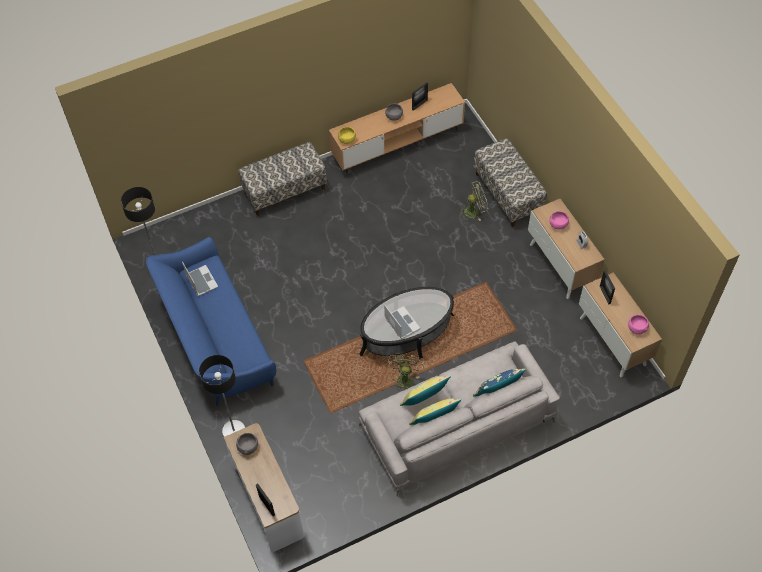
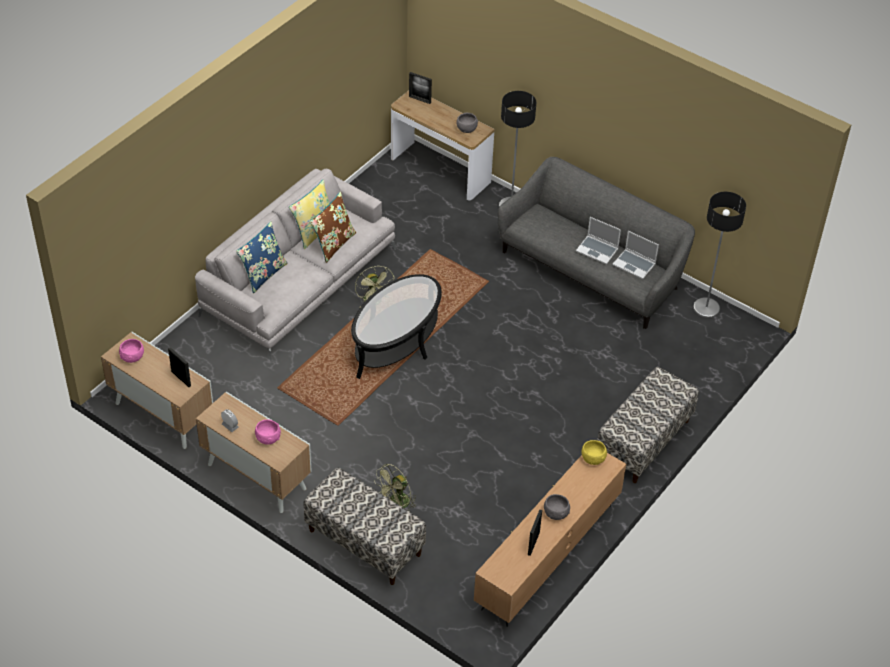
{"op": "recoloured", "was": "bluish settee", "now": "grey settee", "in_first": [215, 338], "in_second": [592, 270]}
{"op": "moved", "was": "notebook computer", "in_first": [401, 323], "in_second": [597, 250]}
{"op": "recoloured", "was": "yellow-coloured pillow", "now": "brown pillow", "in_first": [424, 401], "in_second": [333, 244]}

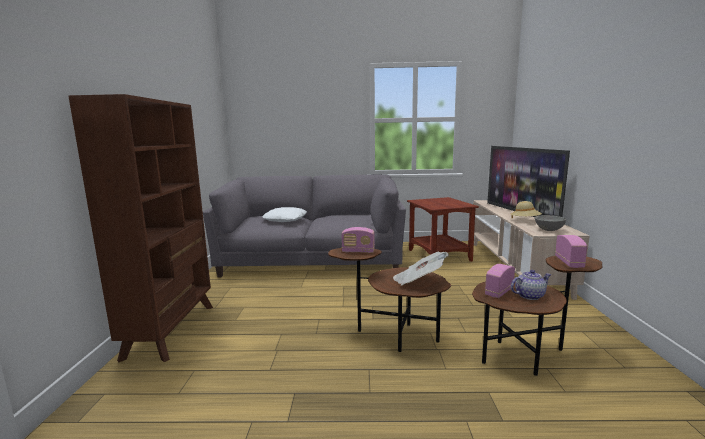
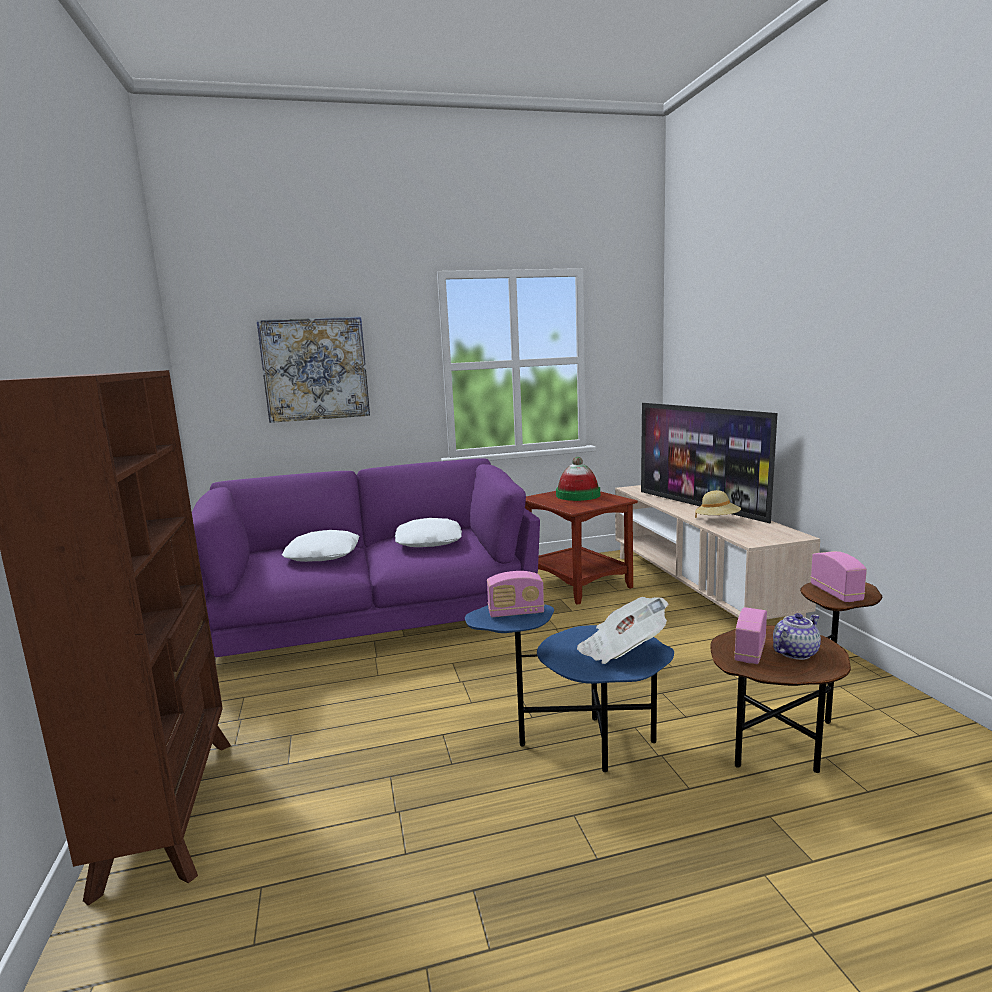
{"op": "recoloured", "was": "grey settee", "now": "purple-coloured settee", "in_first": [312, 261], "in_second": [373, 620]}
{"op": "removed", "was": "grey bowl", "in_first": [548, 230]}
{"op": "recoloured", "was": "brown end table", "now": "bluish end table", "in_first": [392, 336], "in_second": [580, 744]}
{"op": "added", "now": "picture", "in_second": [315, 369]}
{"op": "added", "now": "wearable hat", "in_second": [578, 495]}
{"op": "added", "now": "whitish pillow", "in_second": [429, 541]}

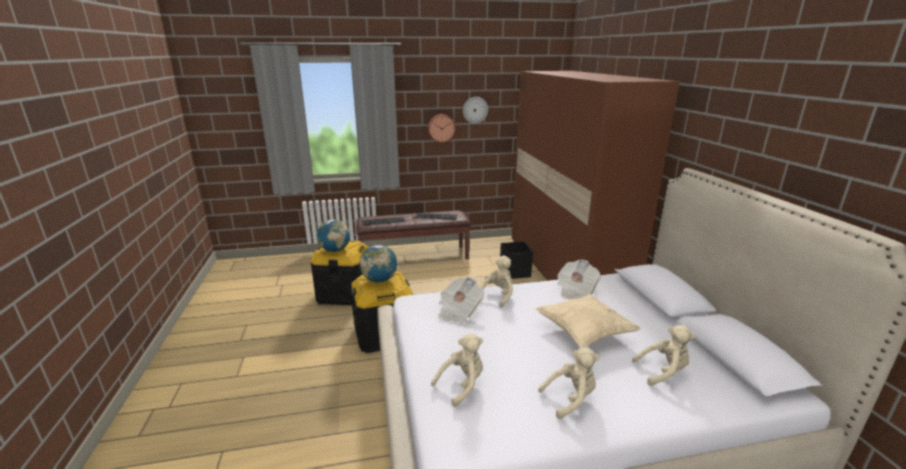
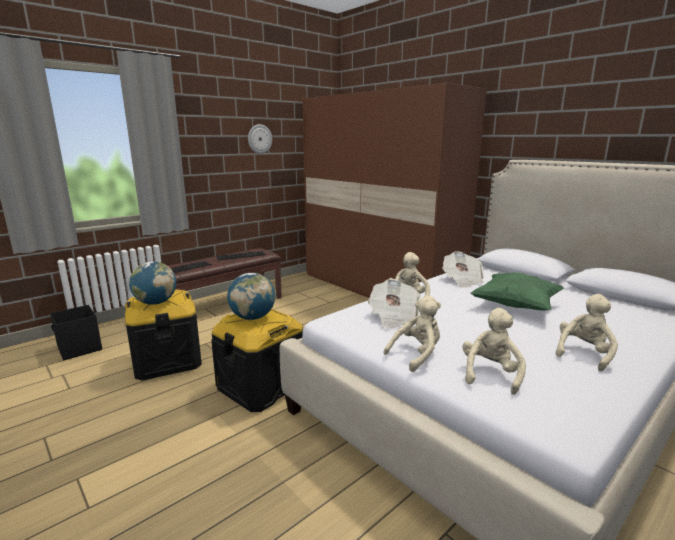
{"op": "removed", "was": "clock on the wall", "in_first": [441, 128]}
{"op": "moved", "was": "blackish storage bin", "in_first": [514, 272], "in_second": [79, 348]}
{"op": "recoloured", "was": "sand-coloured pillow", "now": "green pillow", "in_first": [584, 333], "in_second": [515, 306]}
{"op": "moved", "was": "sand-coloured plush toy", "in_first": [663, 372], "in_second": [416, 355]}

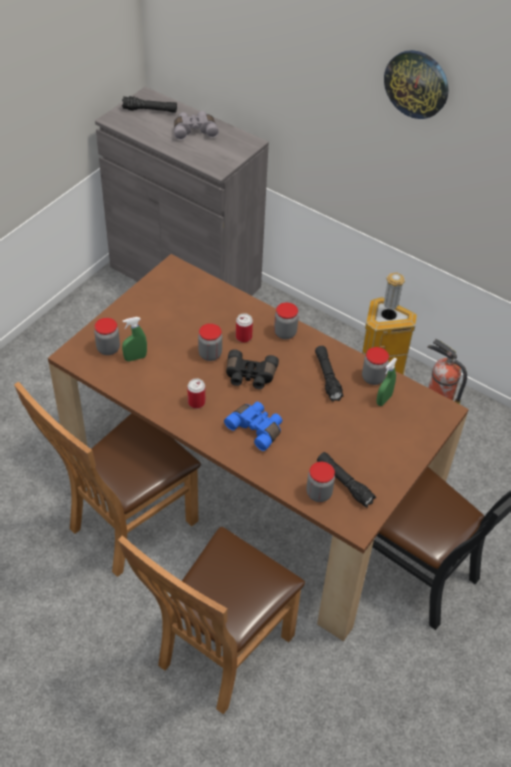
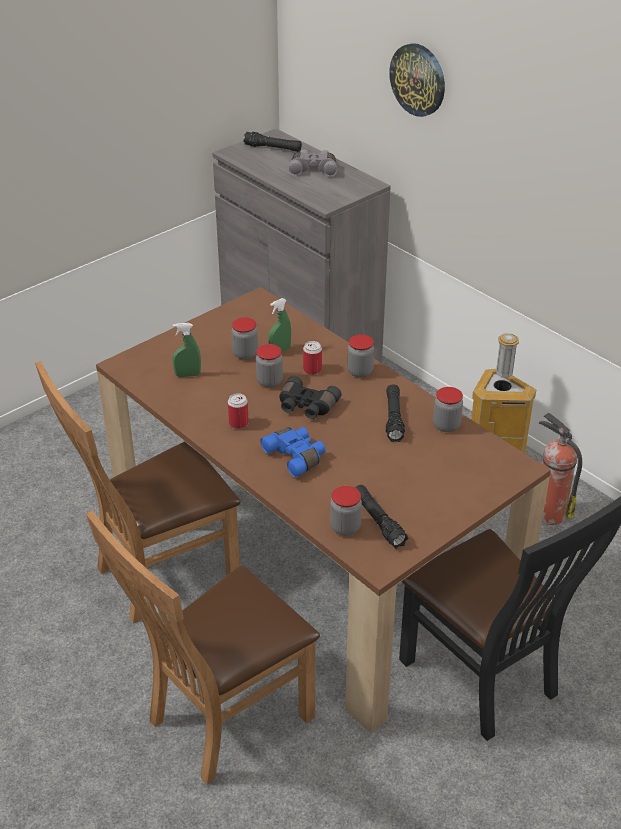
{"op": "moved", "was": "clock on the wall", "in_first": [416, 84], "in_second": [418, 79]}
{"op": "moved", "was": "jar", "in_first": [108, 349], "in_second": [245, 354]}
{"op": "moved", "was": "green sprayer", "in_first": [384, 399], "in_second": [280, 351]}

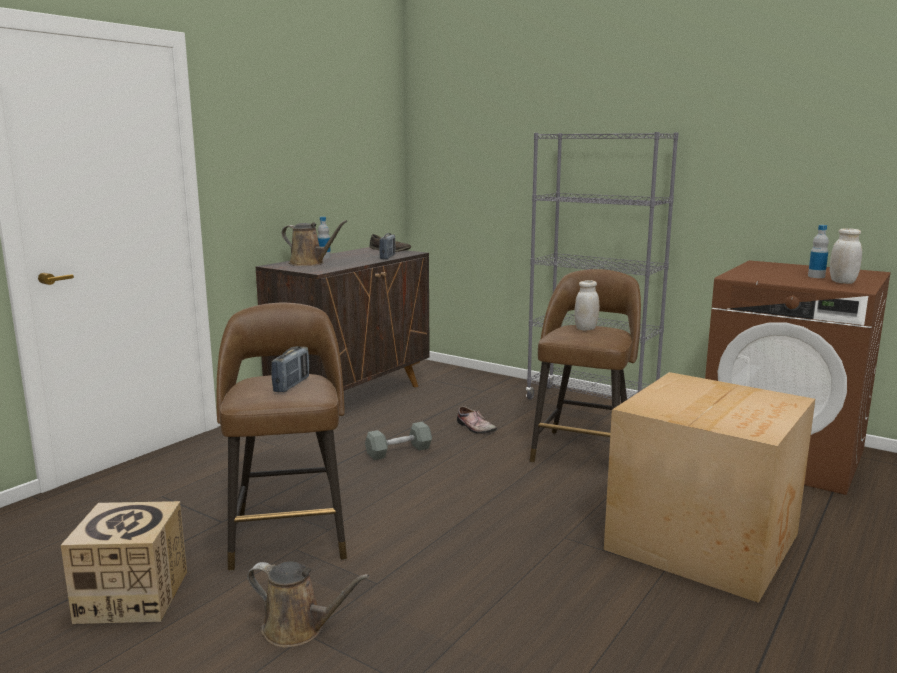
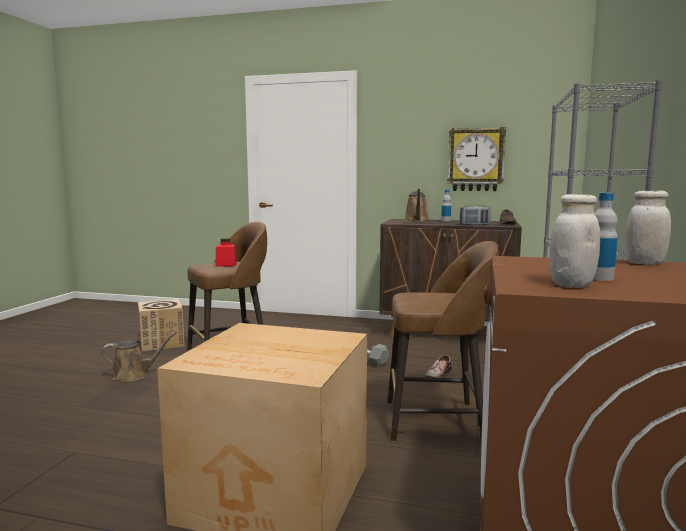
{"op": "moved", "was": "whitish jar", "in_first": [586, 329], "in_second": [644, 263]}
{"op": "replaced", "was": "radio receiver", "now": "red jar", "in_first": [292, 385], "in_second": [226, 265]}
{"op": "turned", "was": "brown watering pot", "in_first": [299, 629], "in_second": [134, 375], "clockwise": -105}
{"op": "added", "now": "clock on the wall", "in_second": [476, 159]}

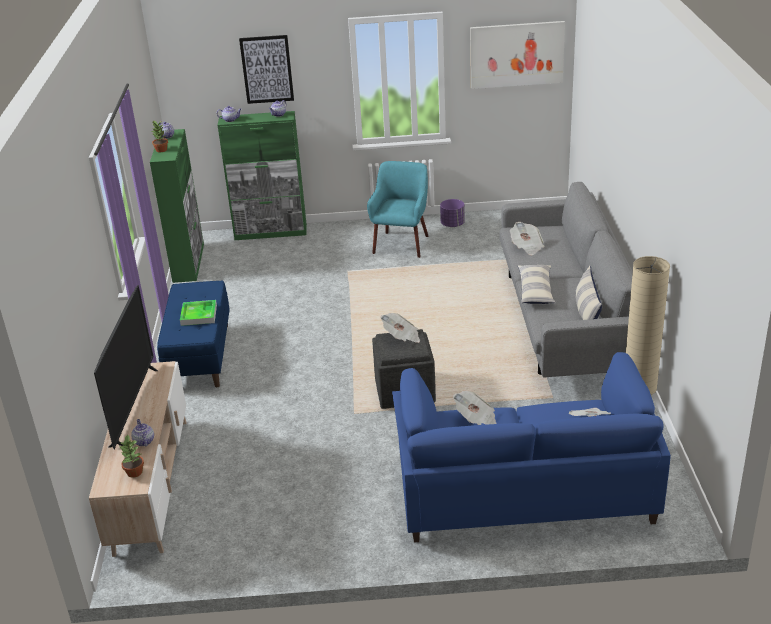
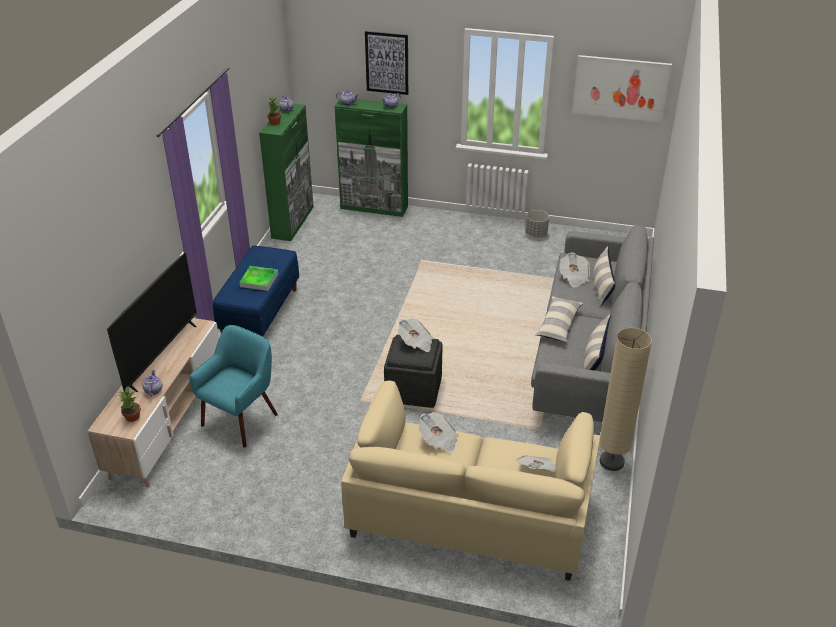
{"op": "moved", "was": "turquoise-coloured lounge chair", "in_first": [402, 244], "in_second": [241, 419]}
{"op": "recoloured", "was": "purple-coloured planter", "now": "grey planter", "in_first": [452, 224], "in_second": [536, 234]}
{"op": "recoloured", "was": "bluish settee", "now": "sand-coloured settee", "in_first": [524, 488], "in_second": [470, 512]}
{"op": "added", "now": "pillow", "in_second": [601, 287]}

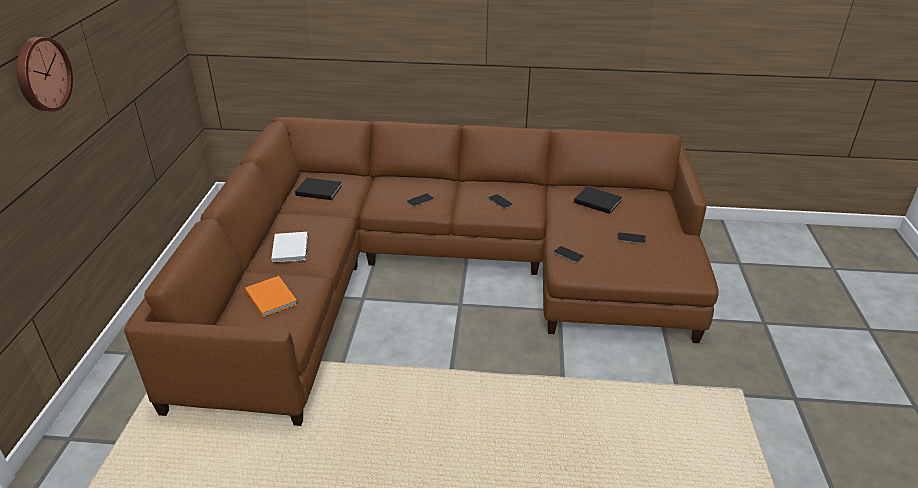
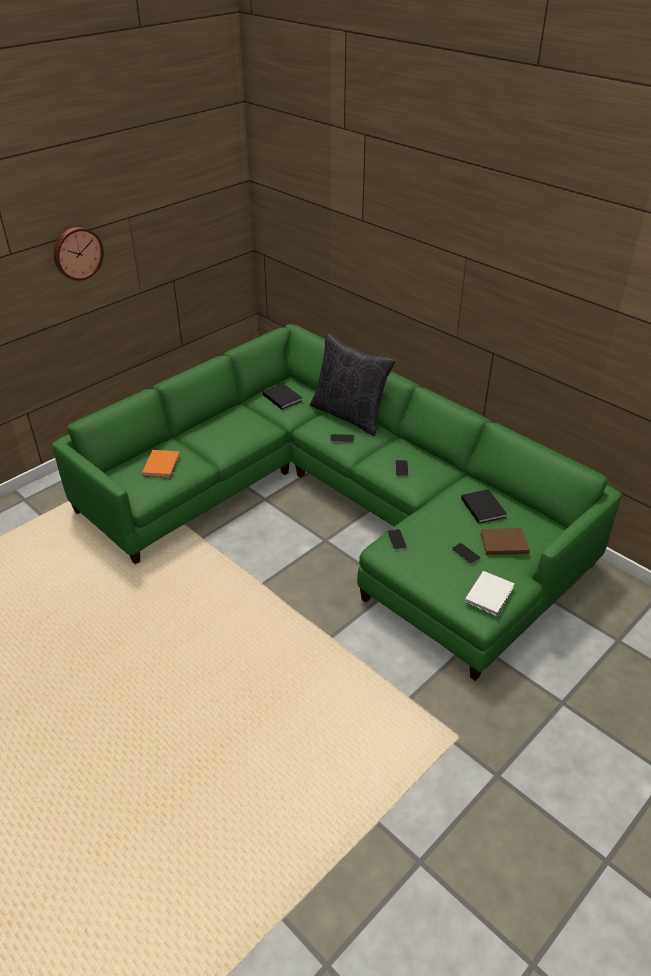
{"op": "recoloured", "was": "brown settee", "now": "green settee", "in_first": [437, 272], "in_second": [338, 506]}
{"op": "moved", "was": "whitish volume", "in_first": [291, 248], "in_second": [490, 594]}
{"op": "added", "now": "blackish pillow", "in_second": [349, 415]}
{"op": "added", "now": "brown volume", "in_second": [502, 542]}

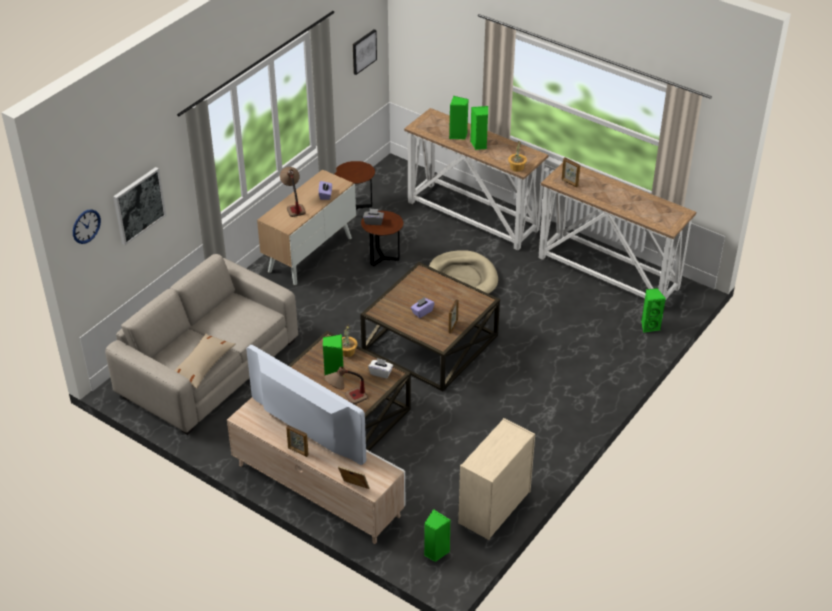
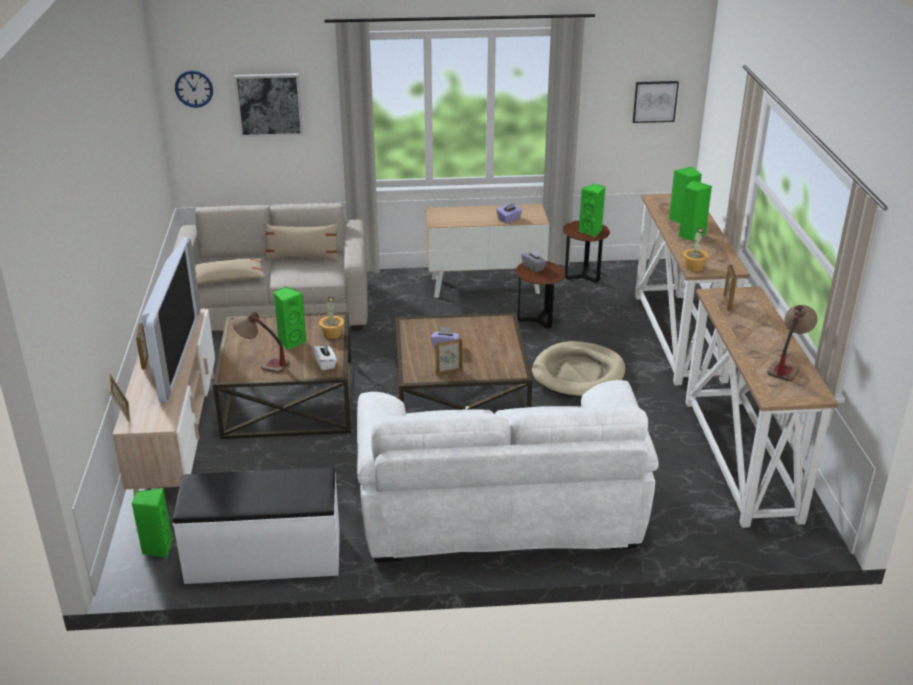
{"op": "moved", "was": "table lamp", "in_first": [293, 205], "in_second": [787, 365]}
{"op": "moved", "was": "green audio speaker", "in_first": [649, 326], "in_second": [591, 231]}
{"op": "replaced", "was": "sand-coloured dresser", "now": "whitish long seat", "in_first": [494, 508], "in_second": [264, 557]}
{"op": "added", "now": "sand-coloured pillow", "in_second": [302, 258]}
{"op": "added", "now": "whitish settee", "in_second": [500, 511]}

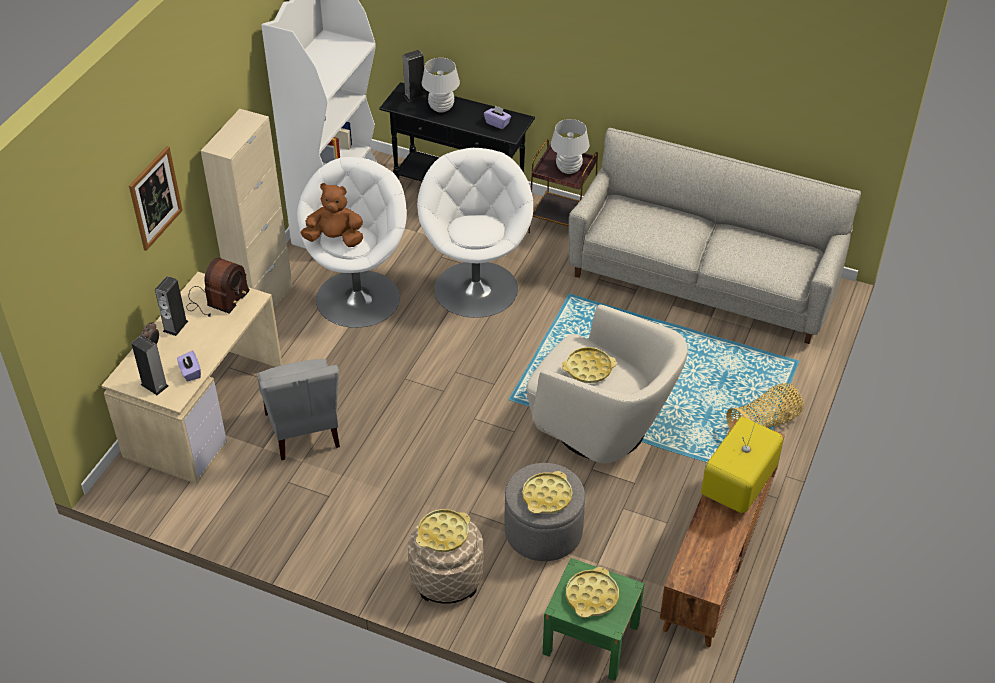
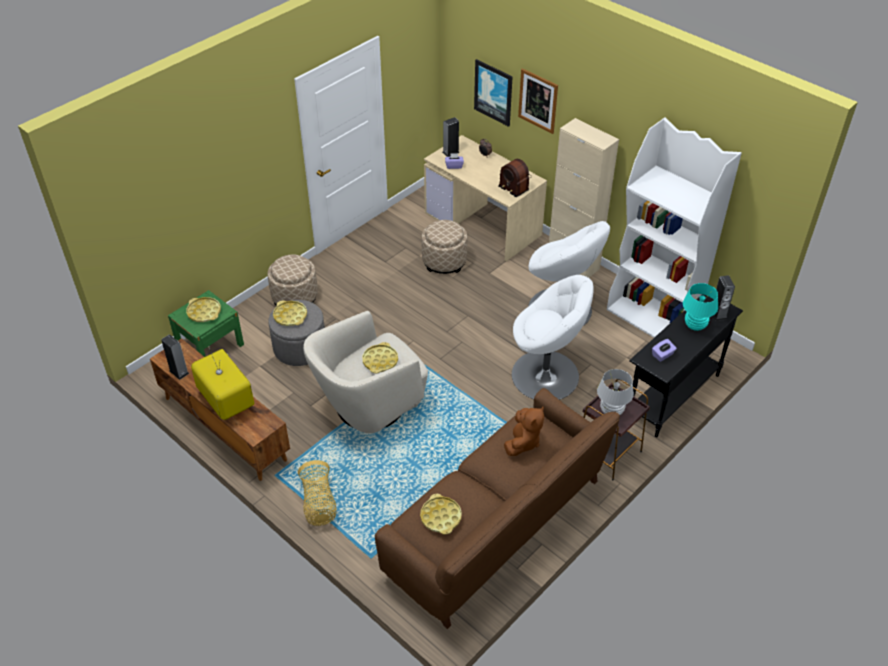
{"op": "recoloured", "was": "whitish table lamp", "now": "turquoise-coloured table lamp", "in_first": [441, 108], "in_second": [695, 326]}
{"op": "recoloured", "was": "grey settee", "now": "brown settee", "in_first": [703, 281], "in_second": [496, 527]}
{"op": "moved", "was": "brown plush toy", "in_first": [335, 239], "in_second": [523, 442]}
{"op": "moved", "was": "audio speaker", "in_first": [175, 326], "in_second": [179, 372]}
{"op": "replaced", "was": "grey chair", "now": "sand-coloured footrest", "in_first": [304, 430], "in_second": [444, 261]}
{"op": "moved", "was": "yellow-coloured carrying tray", "in_first": [443, 534], "in_second": [440, 517]}
{"op": "added", "now": "picture", "in_second": [493, 92]}

